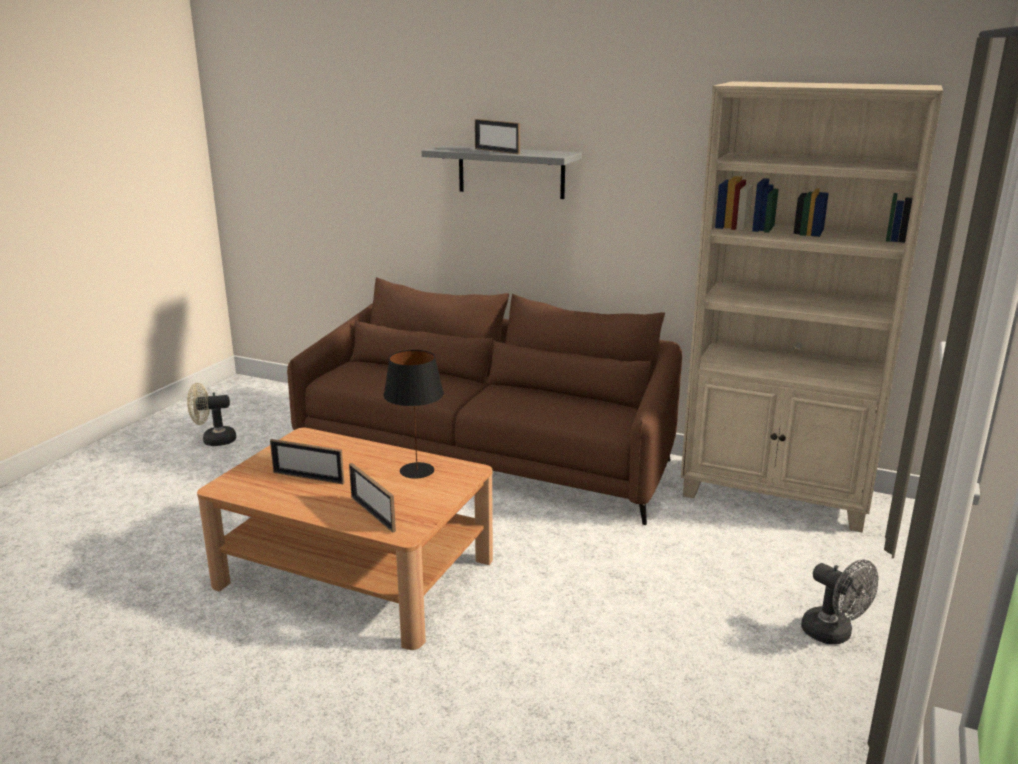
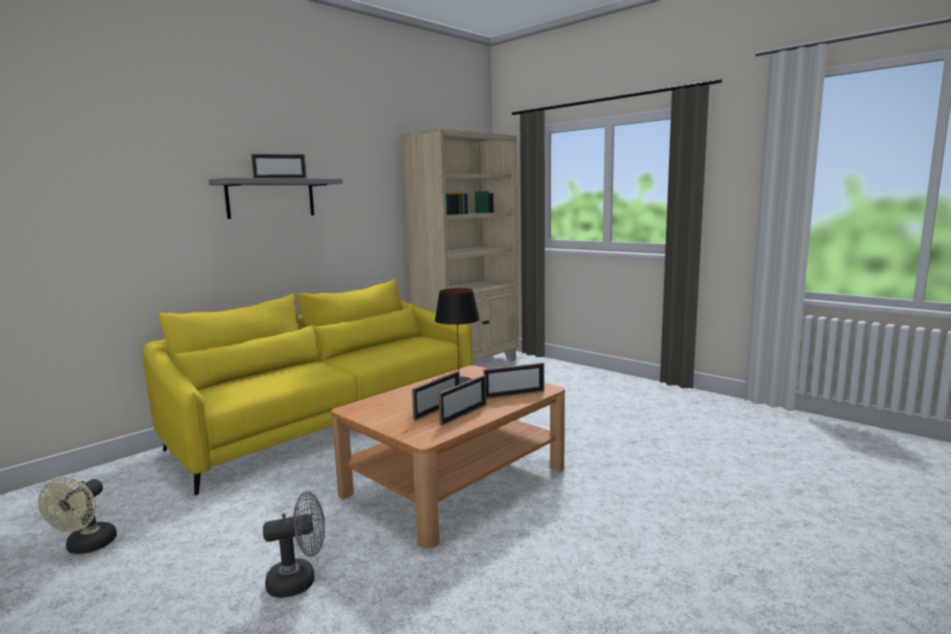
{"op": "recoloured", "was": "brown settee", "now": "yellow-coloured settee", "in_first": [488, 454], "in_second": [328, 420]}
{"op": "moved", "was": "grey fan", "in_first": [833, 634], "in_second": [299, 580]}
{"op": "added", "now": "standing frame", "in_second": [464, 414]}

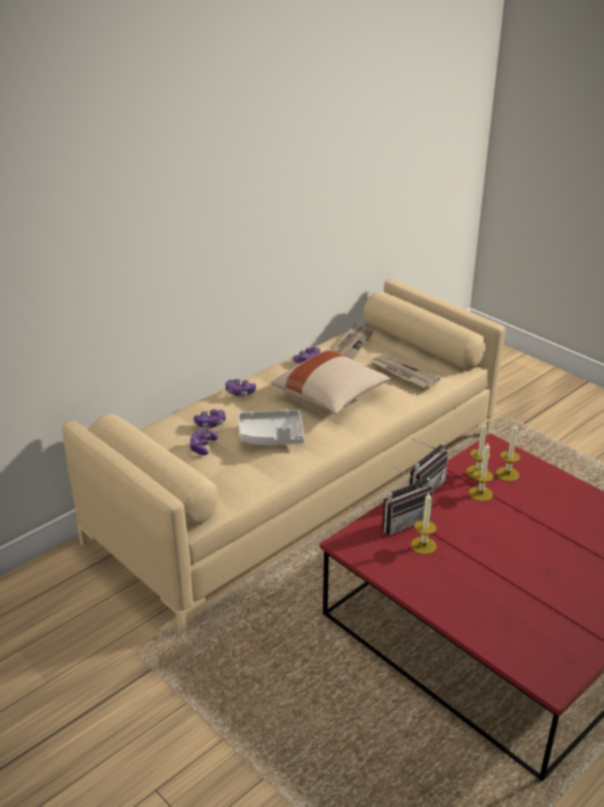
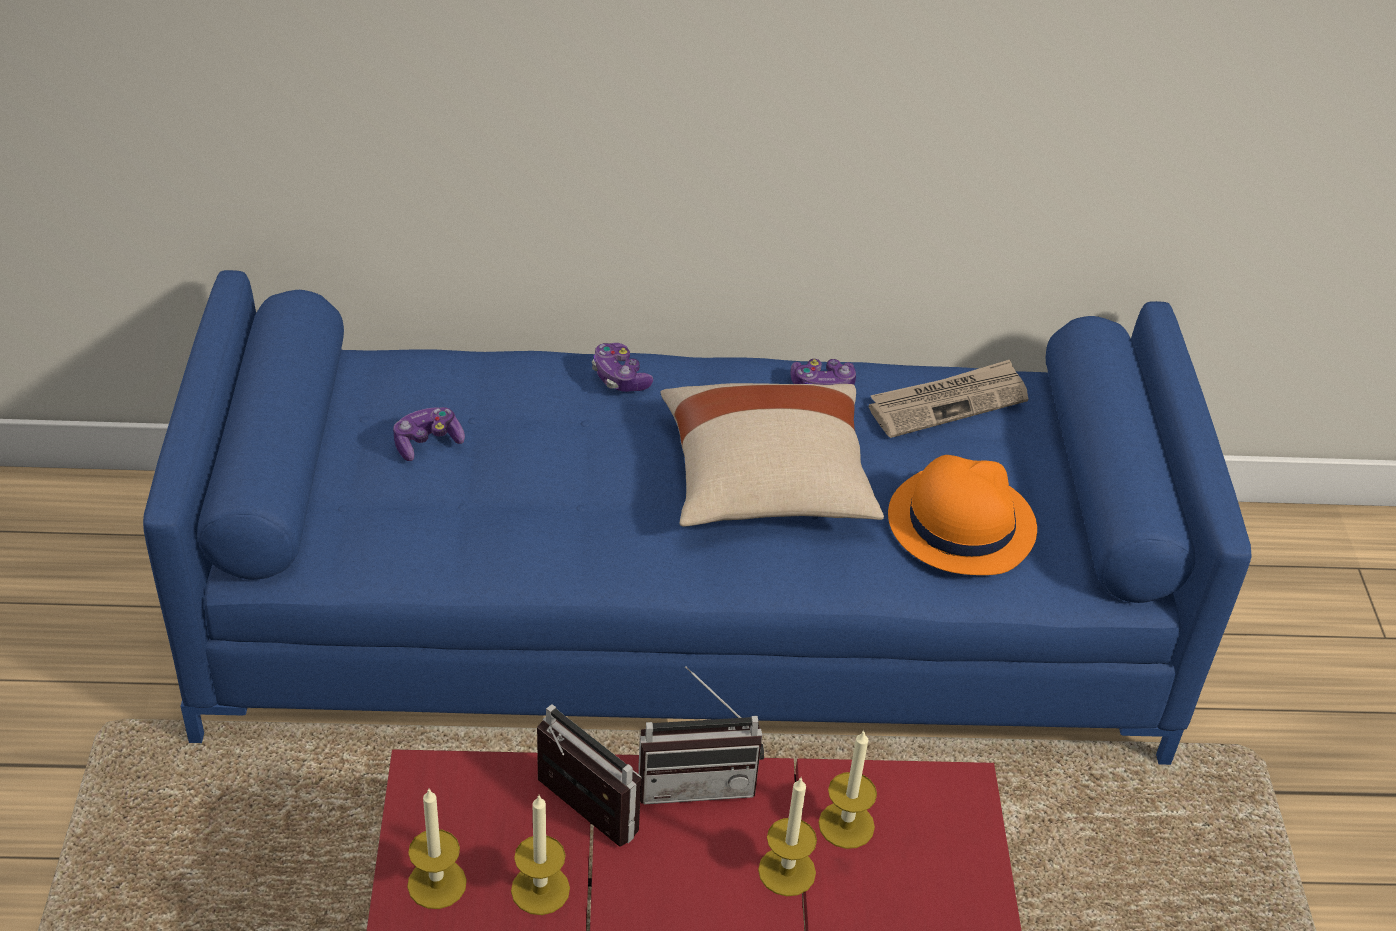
{"op": "recoloured", "was": "sand-coloured settee", "now": "bluish settee", "in_first": [302, 483], "in_second": [689, 618]}
{"op": "replaced", "was": "newspaper", "now": "orangey wearable hat", "in_first": [402, 373], "in_second": [960, 522]}
{"op": "removed", "was": "game controller", "in_first": [210, 423]}
{"op": "removed", "was": "grey carrying tray", "in_first": [271, 436]}
{"op": "moved", "was": "wax light", "in_first": [507, 474], "in_second": [437, 883]}
{"op": "turned", "was": "radio receiver", "in_first": [403, 520], "in_second": [576, 815], "clockwise": -150}

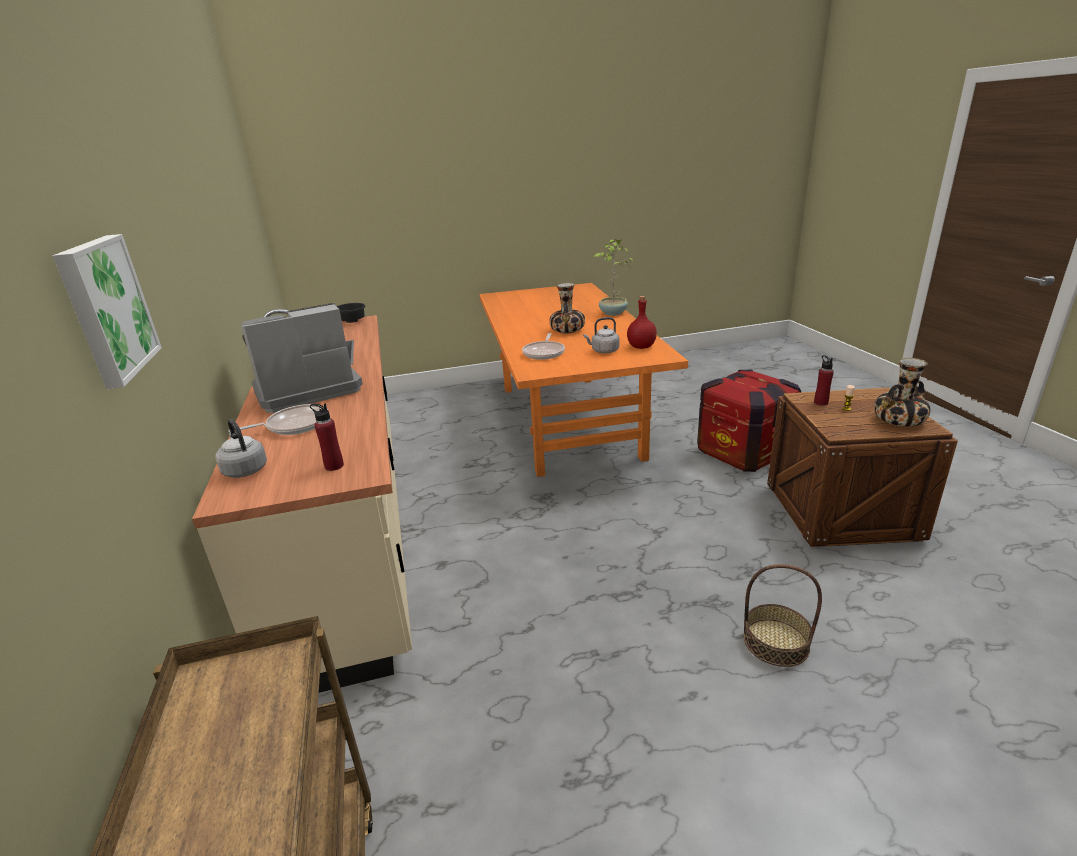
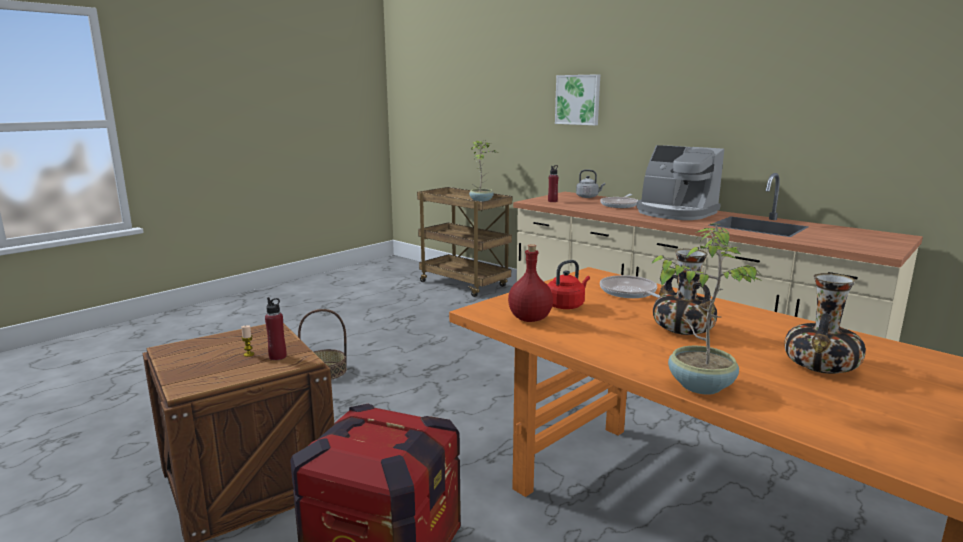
{"op": "turned", "was": "coffee machine", "in_first": [306, 390], "in_second": [675, 213], "clockwise": 105}
{"op": "removed", "was": "blackish bowl", "in_first": [351, 321]}
{"op": "recoloured", "was": "grey tea kettle", "now": "red tea kettle", "in_first": [603, 351], "in_second": [566, 305]}
{"op": "moved", "was": "flower vase", "in_first": [899, 420], "in_second": [820, 366]}
{"op": "added", "now": "potted plant", "in_second": [482, 201]}

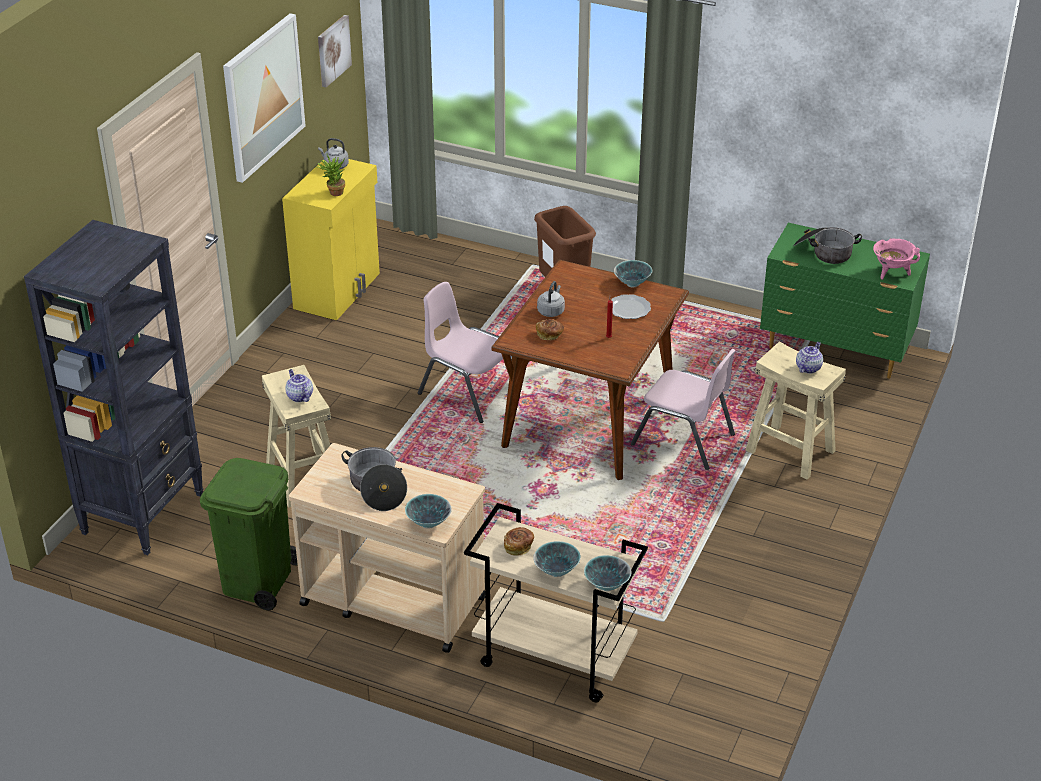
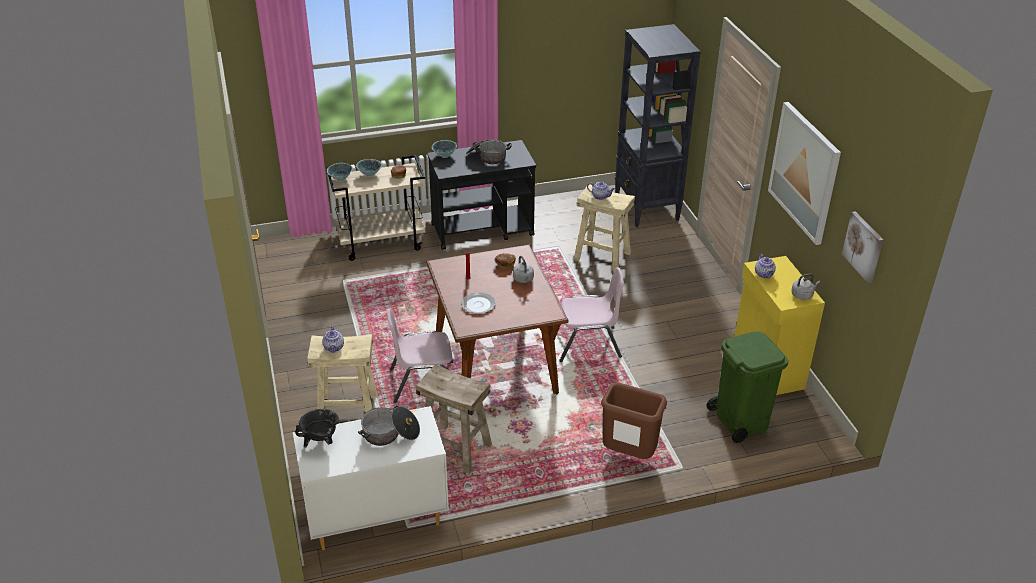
{"op": "replaced", "was": "potted plant", "now": "pot for tea", "in_first": [333, 193], "in_second": [764, 274]}
{"op": "recoloured", "was": "green dresser", "now": "whitish dresser", "in_first": [836, 351], "in_second": [375, 518]}
{"op": "recoloured", "was": "pinkish saucepot", "now": "blackish saucepot", "in_first": [891, 273], "in_second": [320, 441]}
{"op": "removed", "was": "bowl", "in_first": [632, 283]}
{"op": "recoloured", "was": "sand-coloured wheeled cart", "now": "blackish wheeled cart", "in_first": [392, 600], "in_second": [483, 230]}
{"op": "moved", "was": "green waste bin", "in_first": [258, 581], "in_second": [740, 420]}
{"op": "added", "now": "sand-coloured stool", "in_second": [455, 449]}

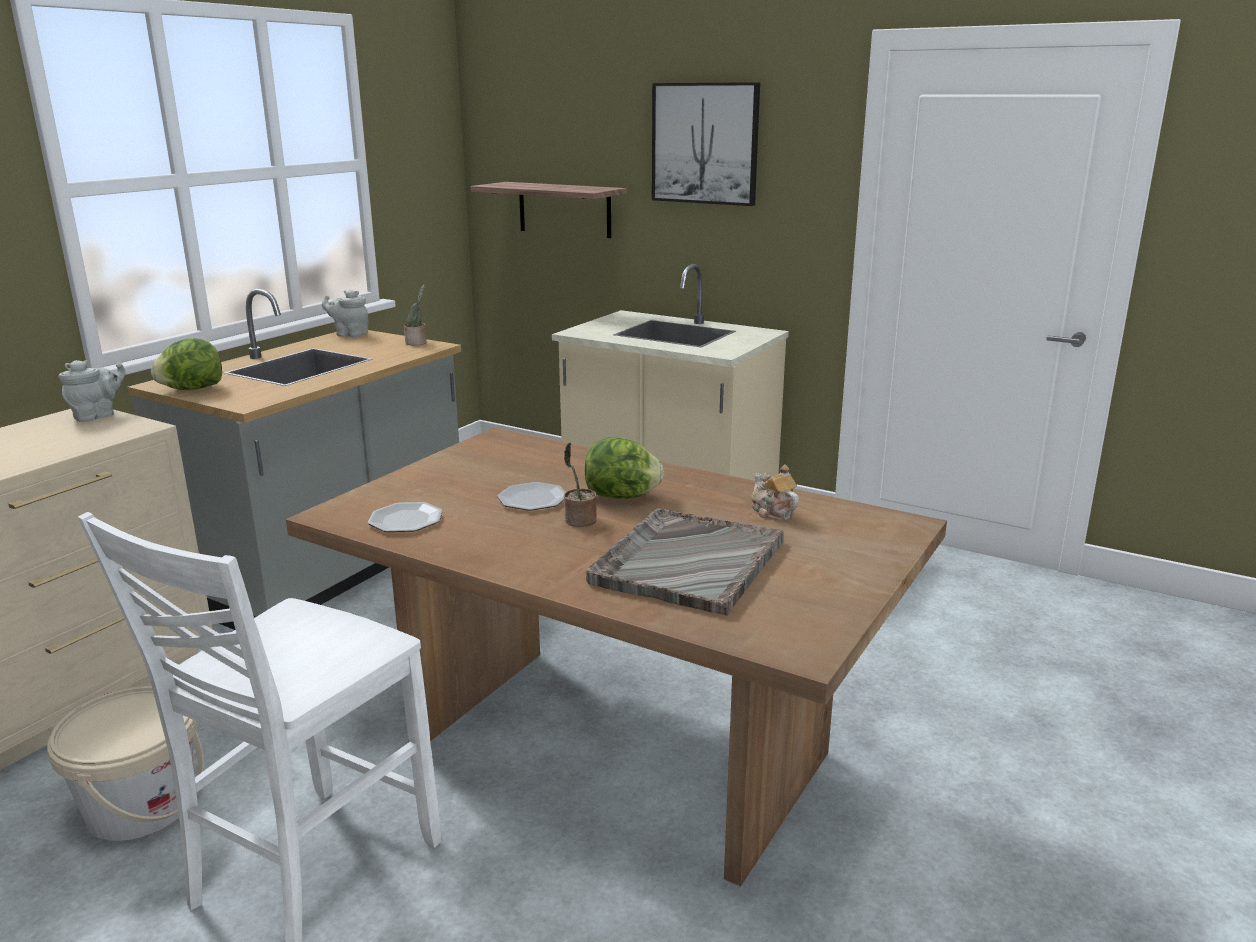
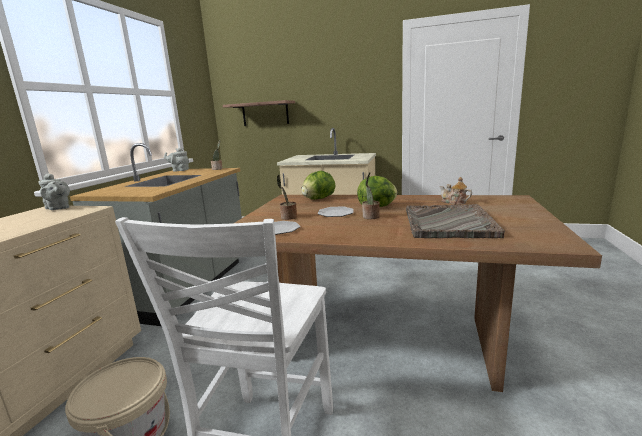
{"op": "removed", "was": "picture", "in_first": [705, 143]}
{"op": "moved", "was": "lettuce", "in_first": [192, 389], "in_second": [318, 199]}
{"op": "turned", "was": "grey pot for tea", "in_first": [97, 416], "in_second": [58, 208], "clockwise": 105}
{"op": "added", "now": "potted plant", "in_second": [288, 217]}

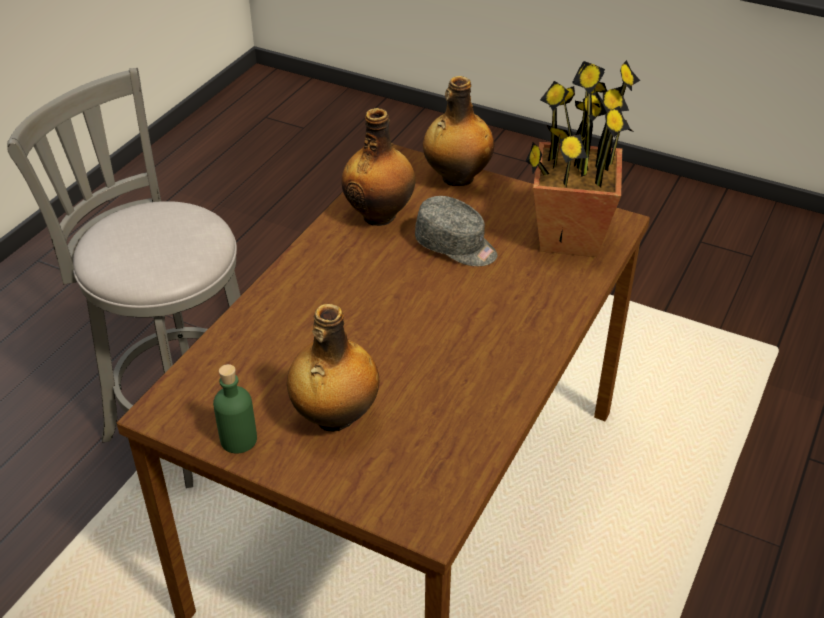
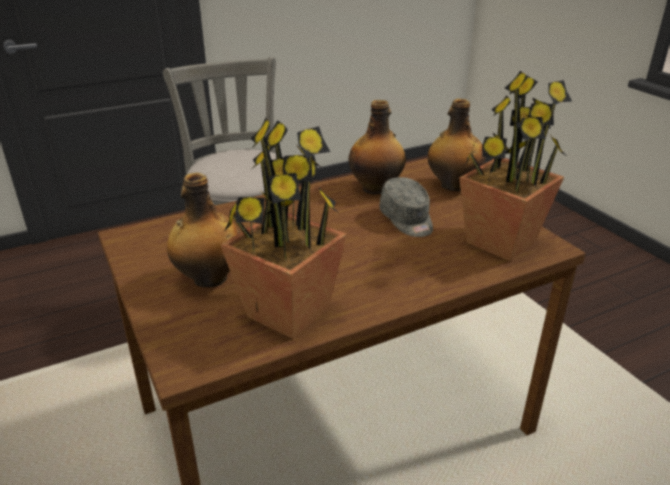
{"op": "removed", "was": "green drink bottle", "in_first": [238, 439]}
{"op": "added", "now": "potted plant", "in_second": [287, 312]}

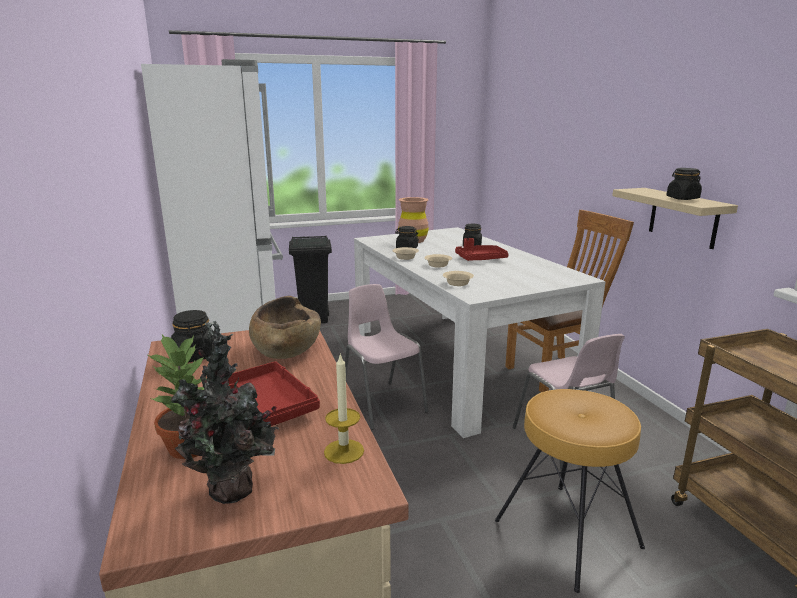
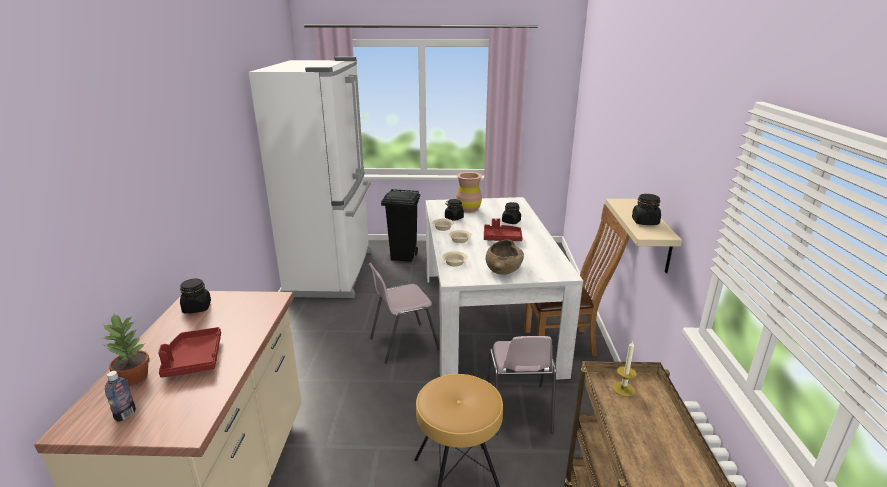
{"op": "turned", "was": "pinkish chair", "in_first": [382, 404], "in_second": [403, 343], "clockwise": -105}
{"op": "moved", "was": "brown bowl", "in_first": [286, 347], "in_second": [503, 268]}
{"op": "replaced", "was": "potted plant", "now": "drink bottle", "in_first": [233, 493], "in_second": [125, 415]}
{"op": "moved", "was": "wax light", "in_first": [344, 451], "in_second": [623, 389]}

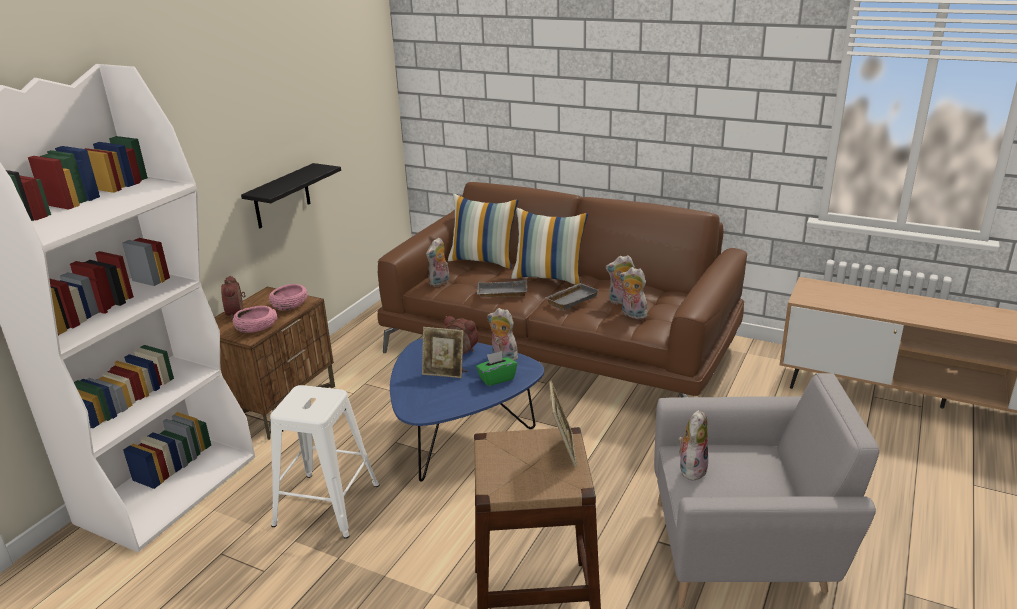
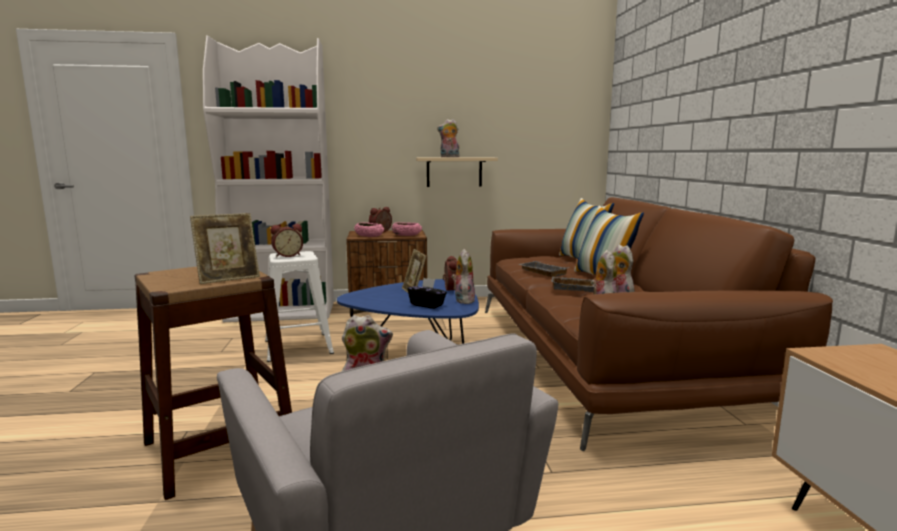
{"op": "recoloured", "was": "blackish bracket shelf", "now": "sand-coloured bracket shelf", "in_first": [282, 196], "in_second": [454, 172]}
{"op": "moved", "was": "plush toy", "in_first": [439, 282], "in_second": [449, 157]}
{"op": "recoloured", "was": "green tissue holder", "now": "blackish tissue holder", "in_first": [496, 379], "in_second": [427, 305]}
{"op": "added", "now": "alarm clock", "in_second": [287, 255]}

